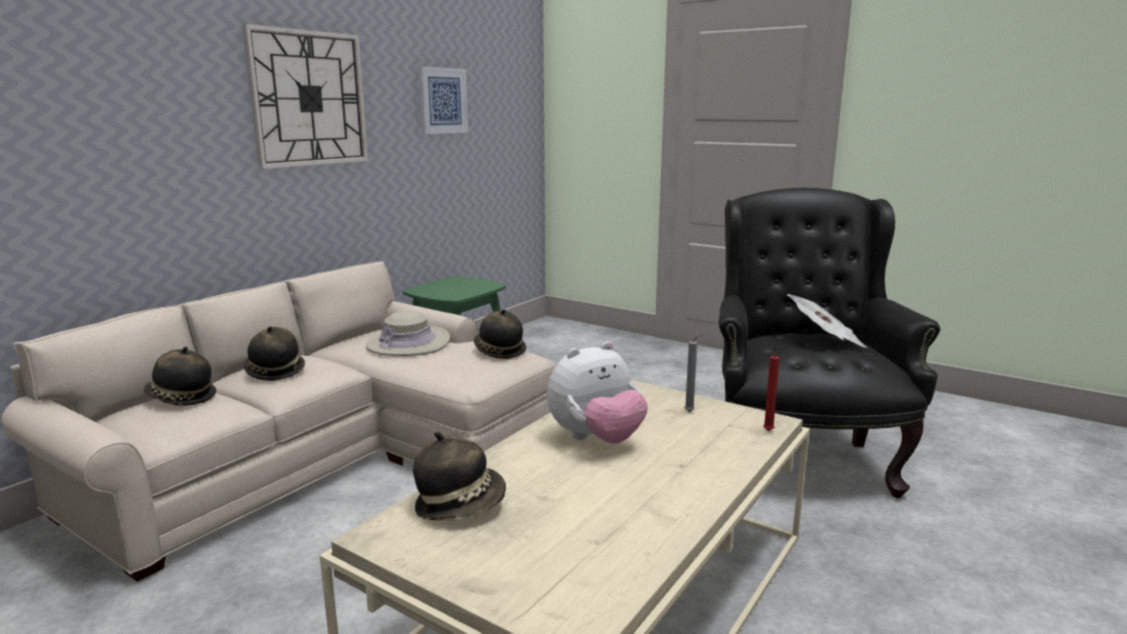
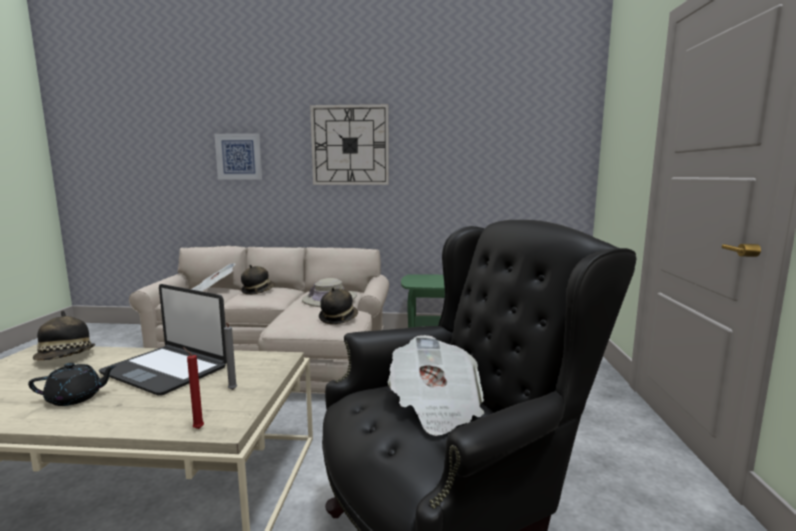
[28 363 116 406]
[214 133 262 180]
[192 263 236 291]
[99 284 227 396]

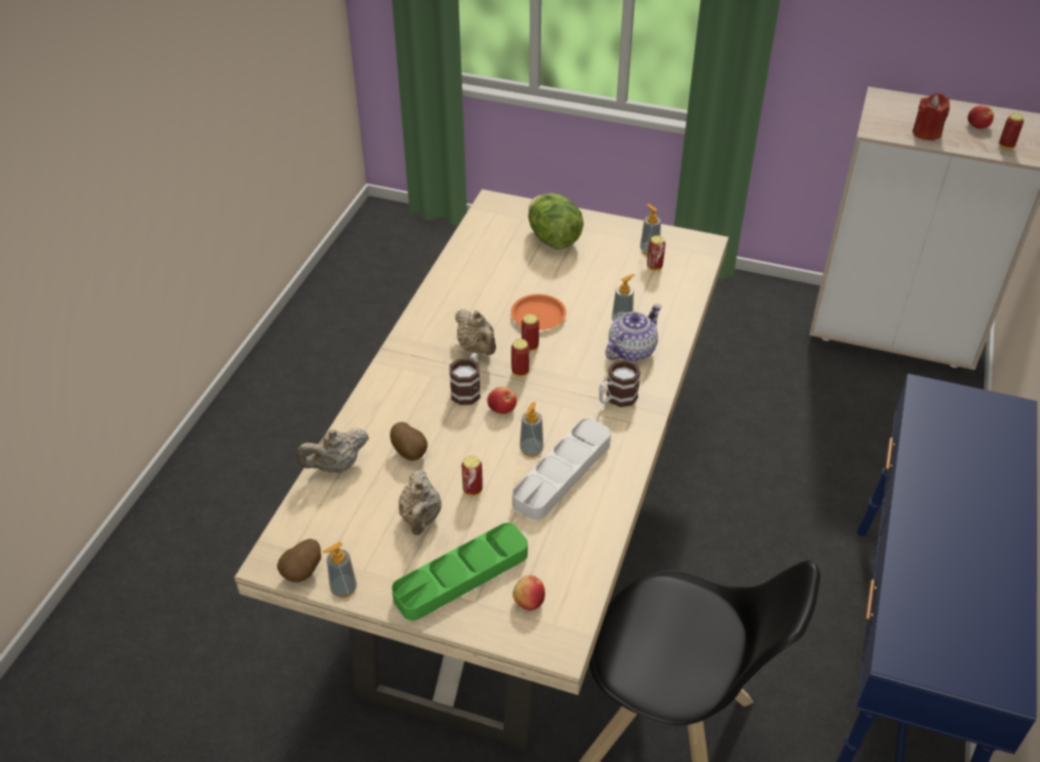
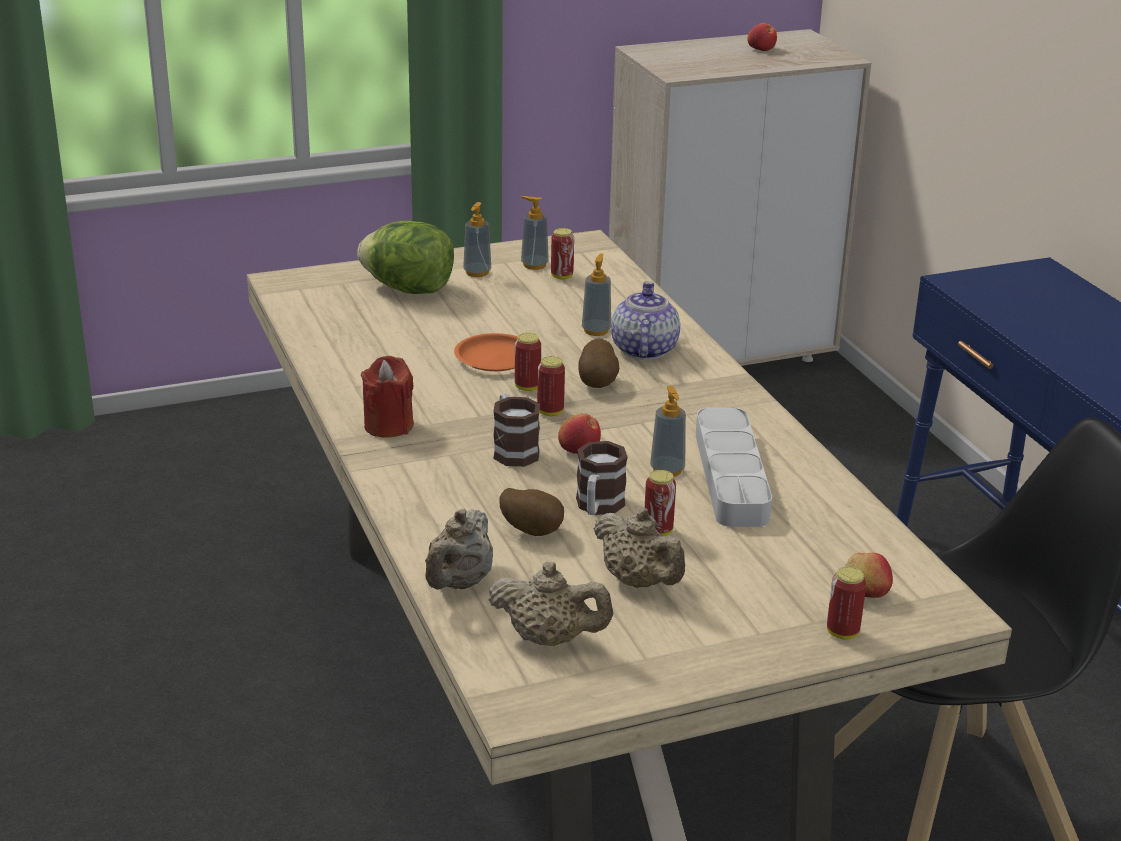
[392 523 528 621] (first image)
[578 339 619 388]
[463 202 491 277]
[489 562 613 646]
[576 441 628 515]
[361 356 414 438]
[827 567 866 640]

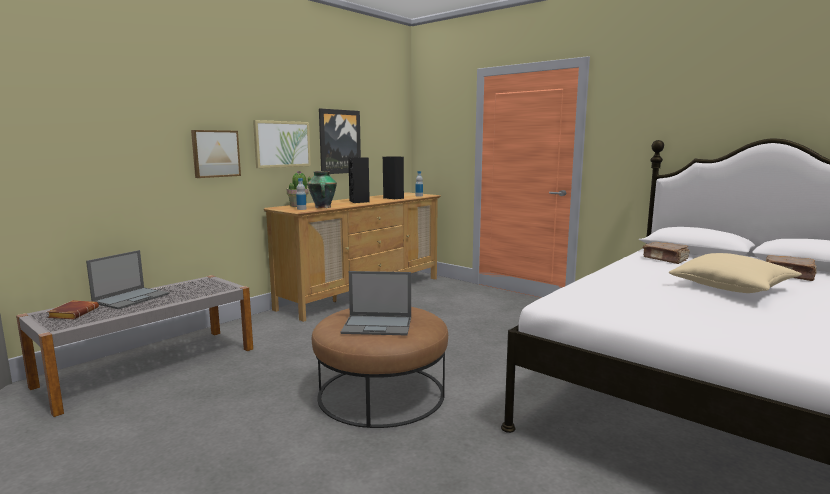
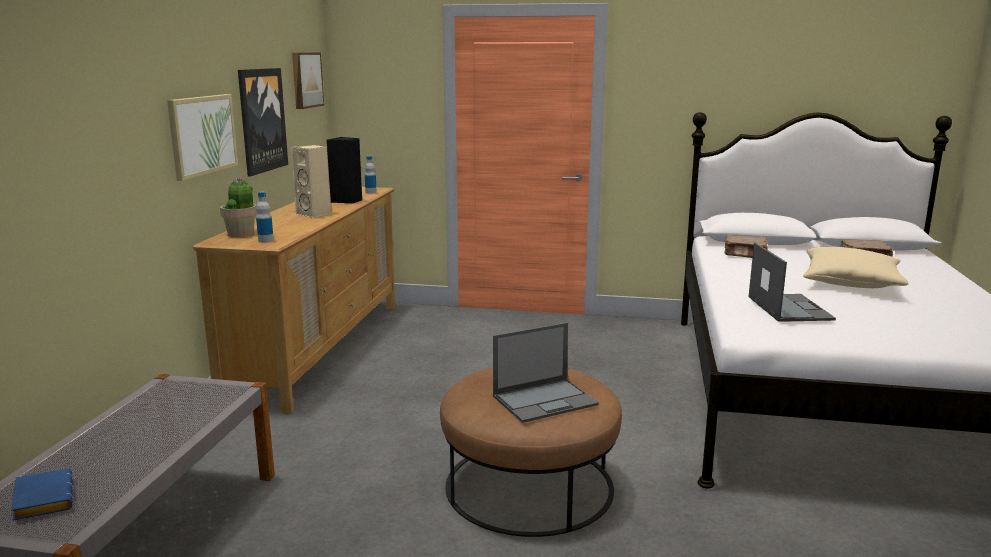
[307 171 337 208] (first image)
[749 243 836 322]
[292 53 324 109]
[11 469 73 521]
[291 145 331 218]

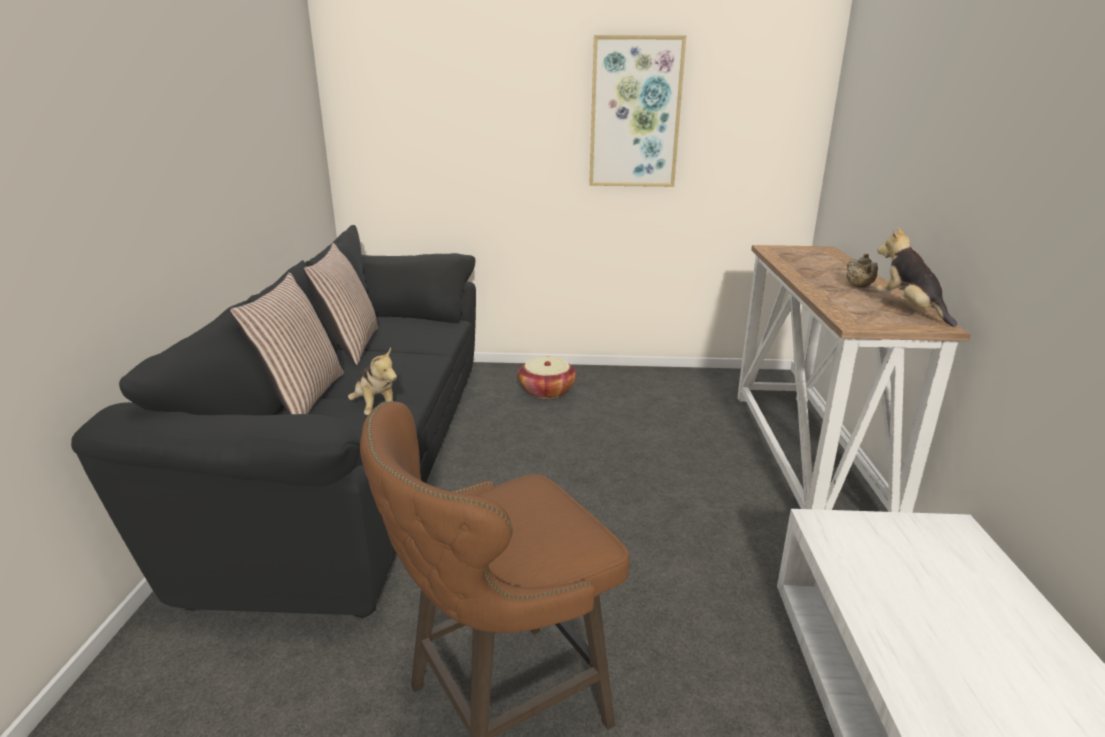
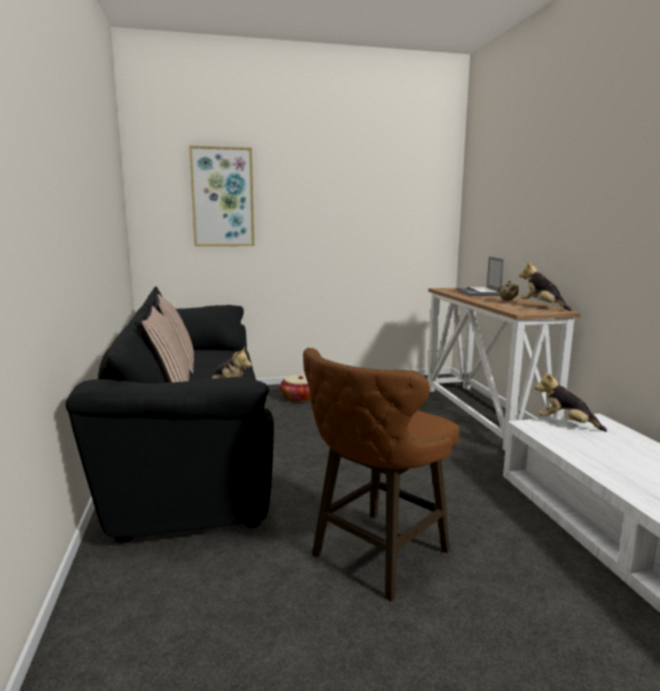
[457 256 504 296]
[535 371 607 432]
[189 146 254 246]

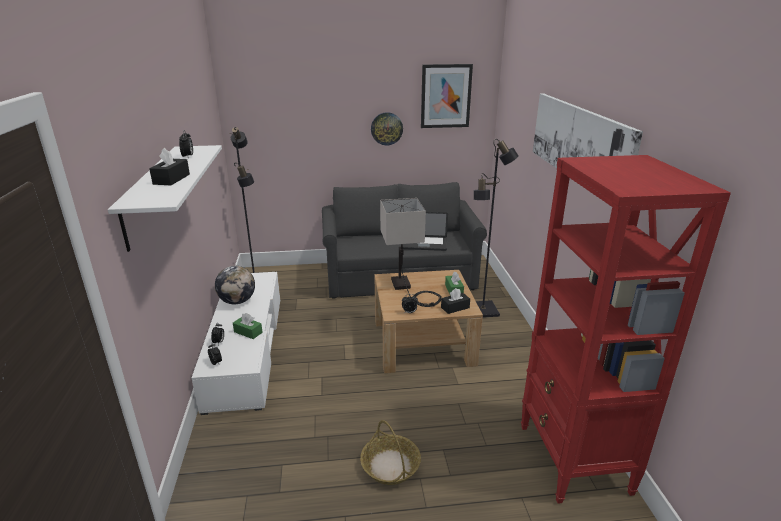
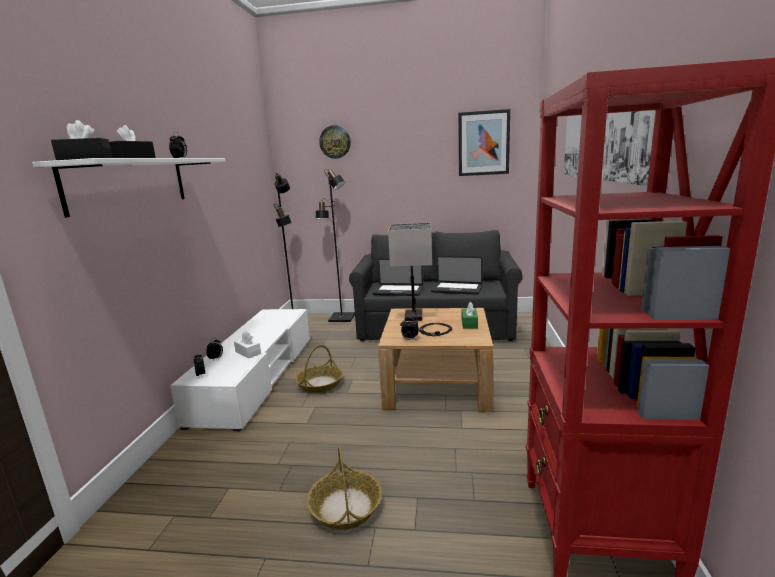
[215 266 255 304] (first image)
[295 345 343 393]
[372 259 424 296]
[319 125 351 159]
[51 120 113 160]
[316 169 355 322]
[234 332 261 358]

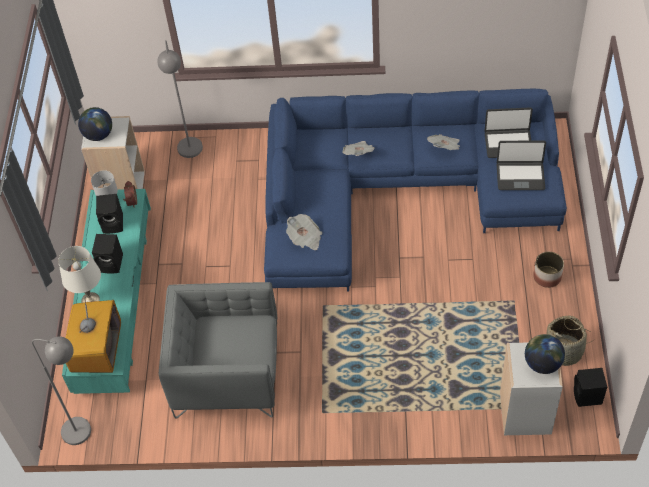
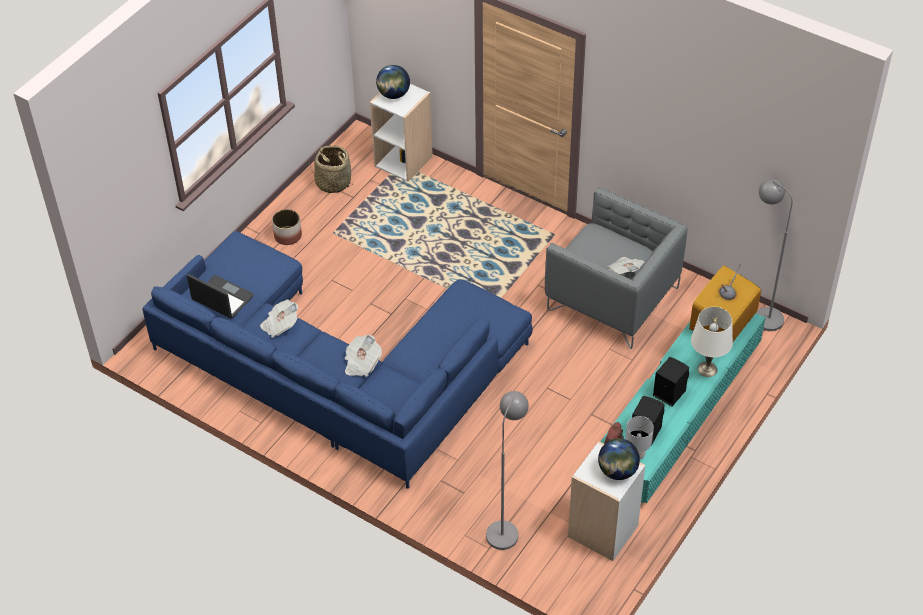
[497 140 546 190] (first image)
[574 368 607 407] (first image)
[607 257 644 274]

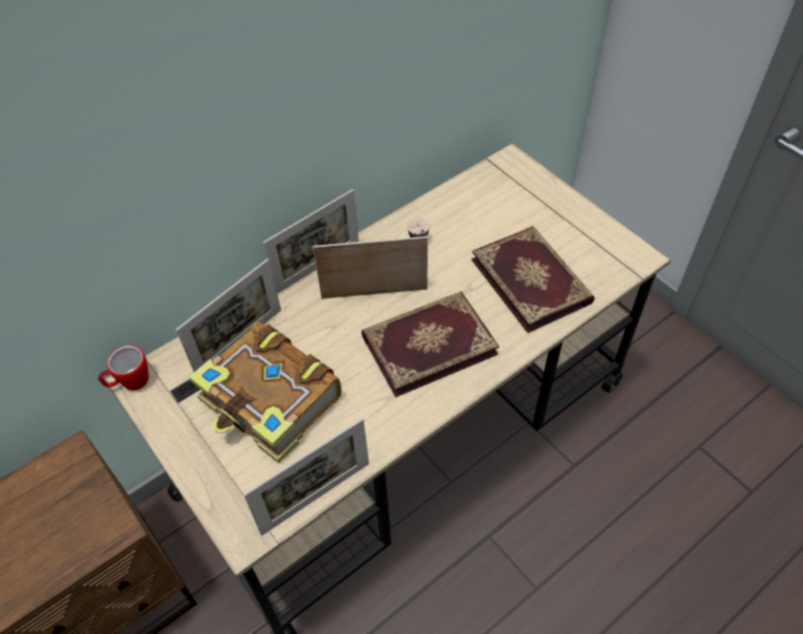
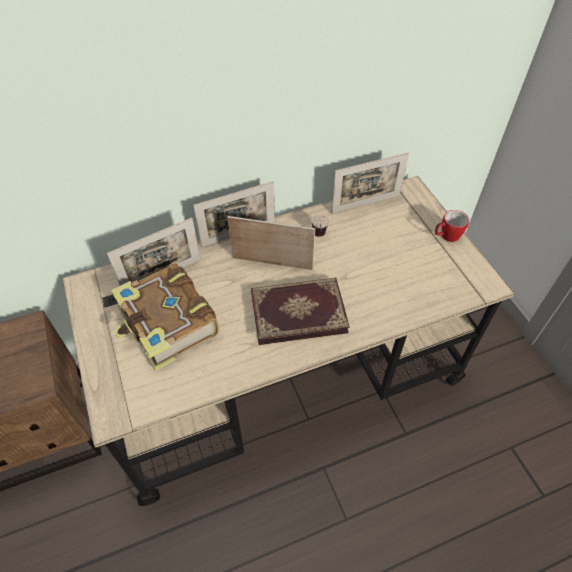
[471 226 595 333] (first image)
[435 210 469 242]
[331 152 409 213]

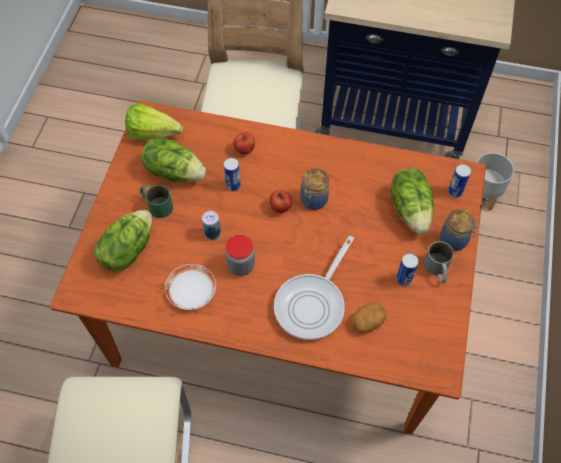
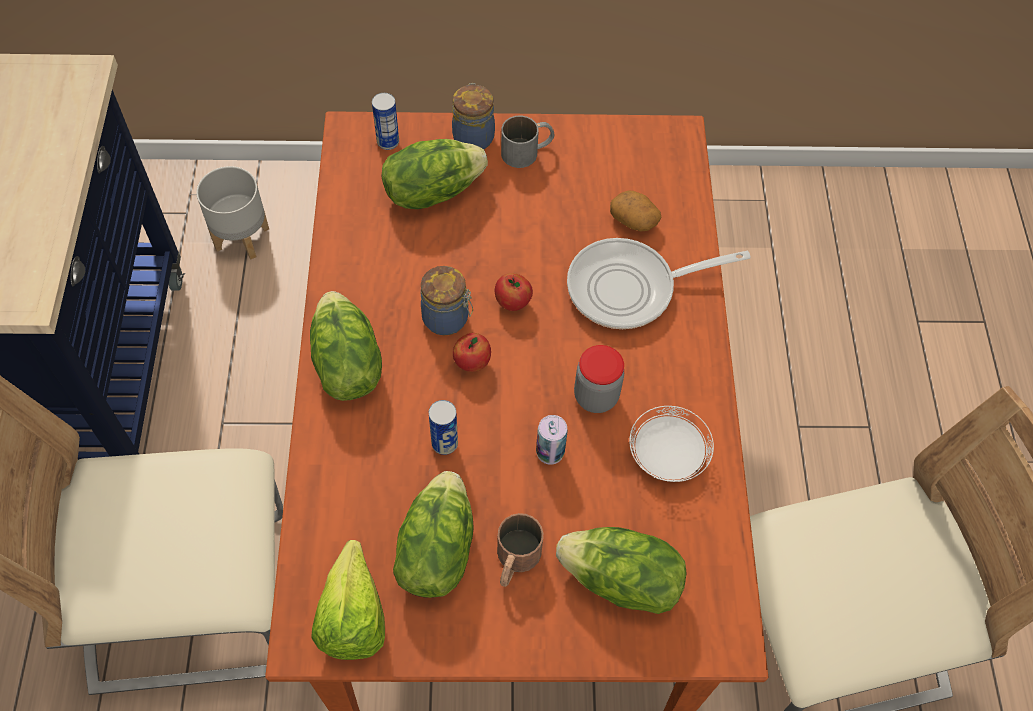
[396 253 419 286] (first image)
[310 291 382 401]
[495 273 533 311]
[497 513 543 587]
[567 238 751 329]

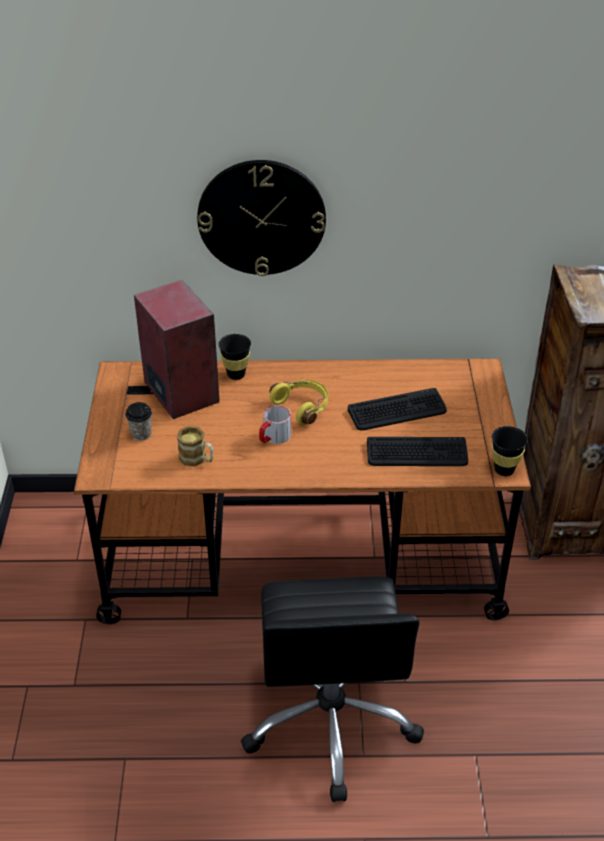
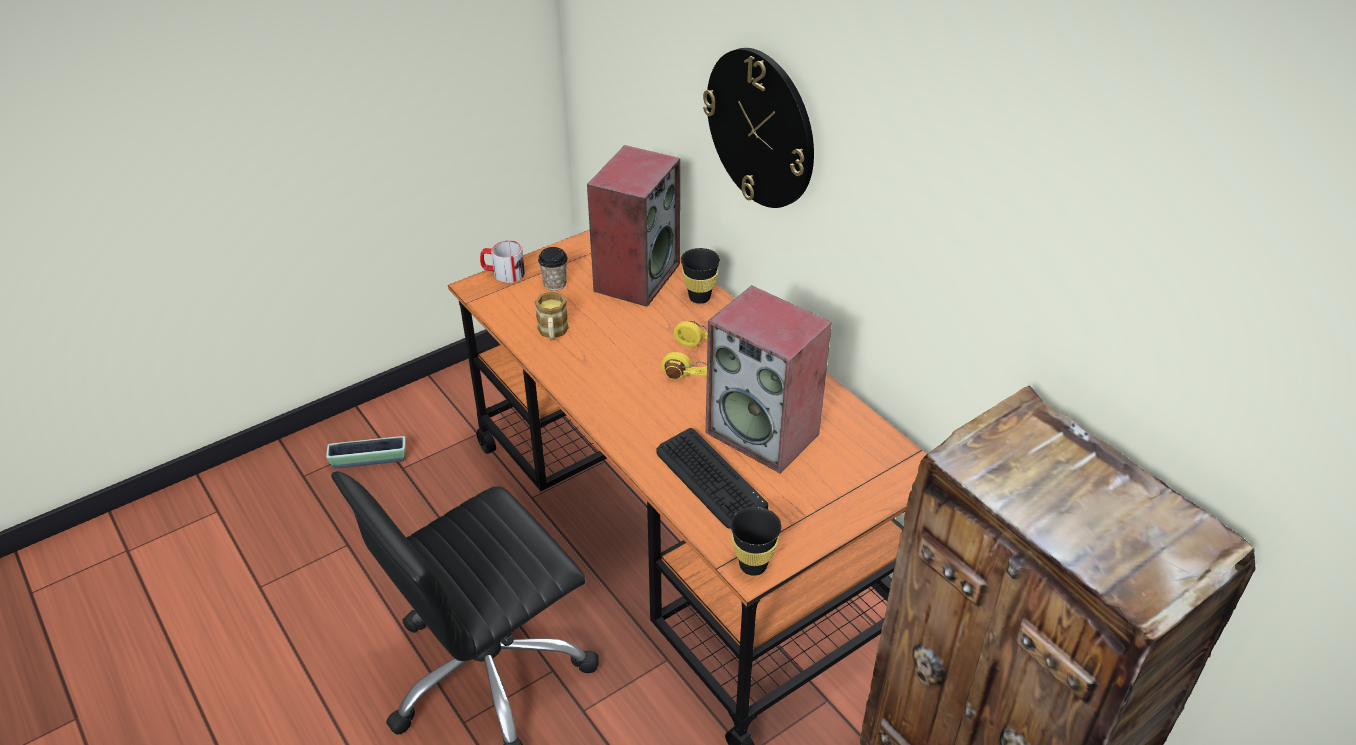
[326 436 405 469]
[480 240 525 283]
[706 285 832 473]

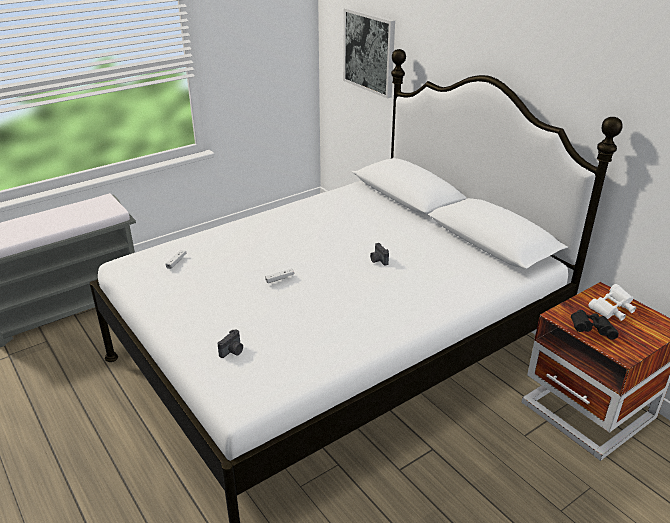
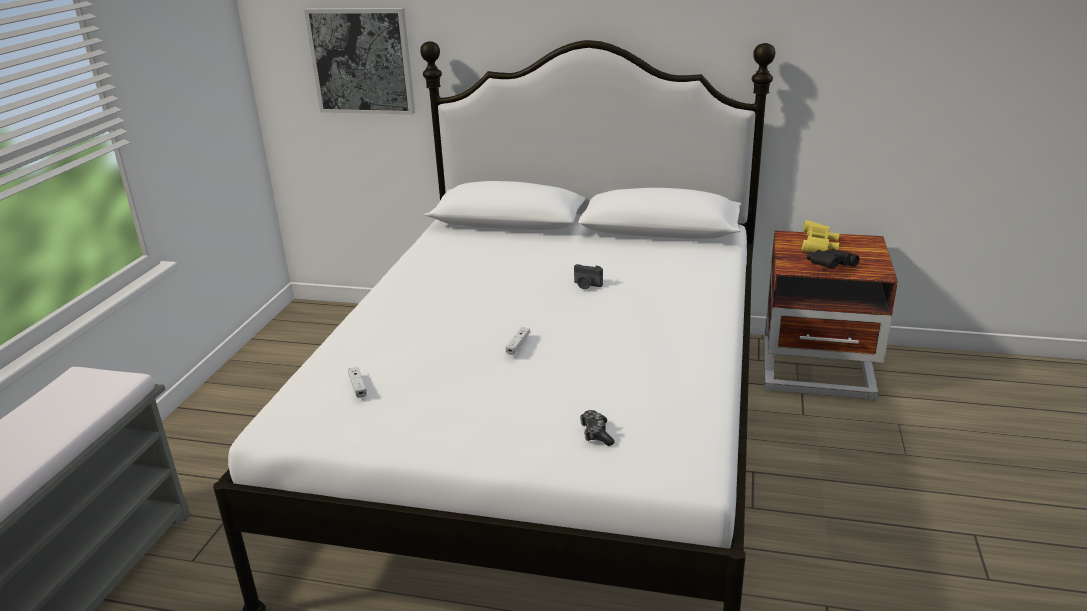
[580 410 614 446]
[802 220 840 252]

